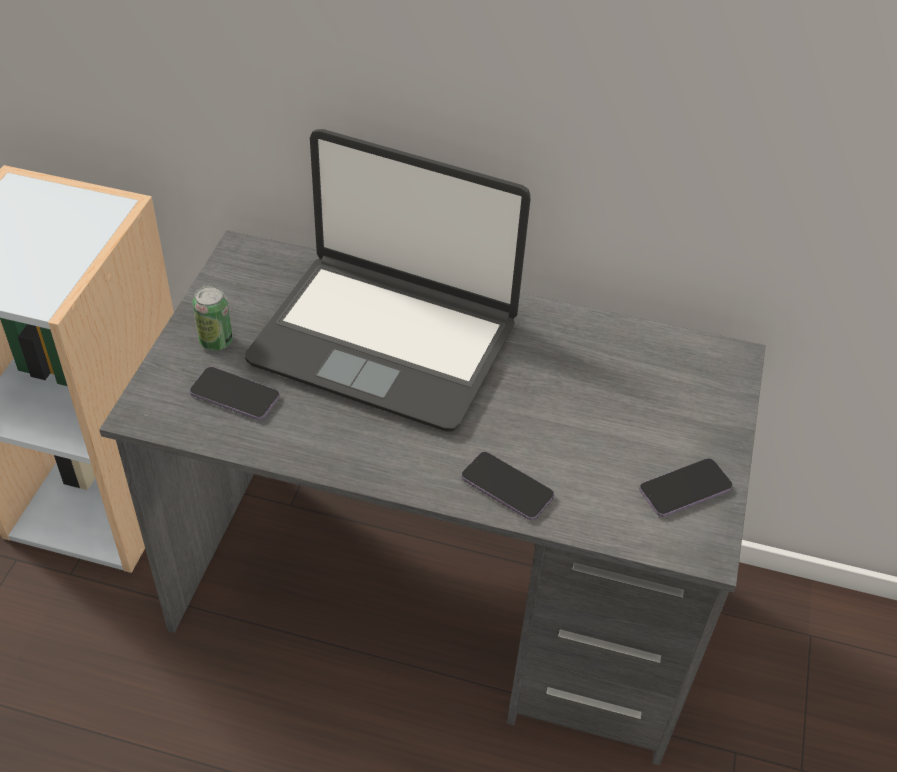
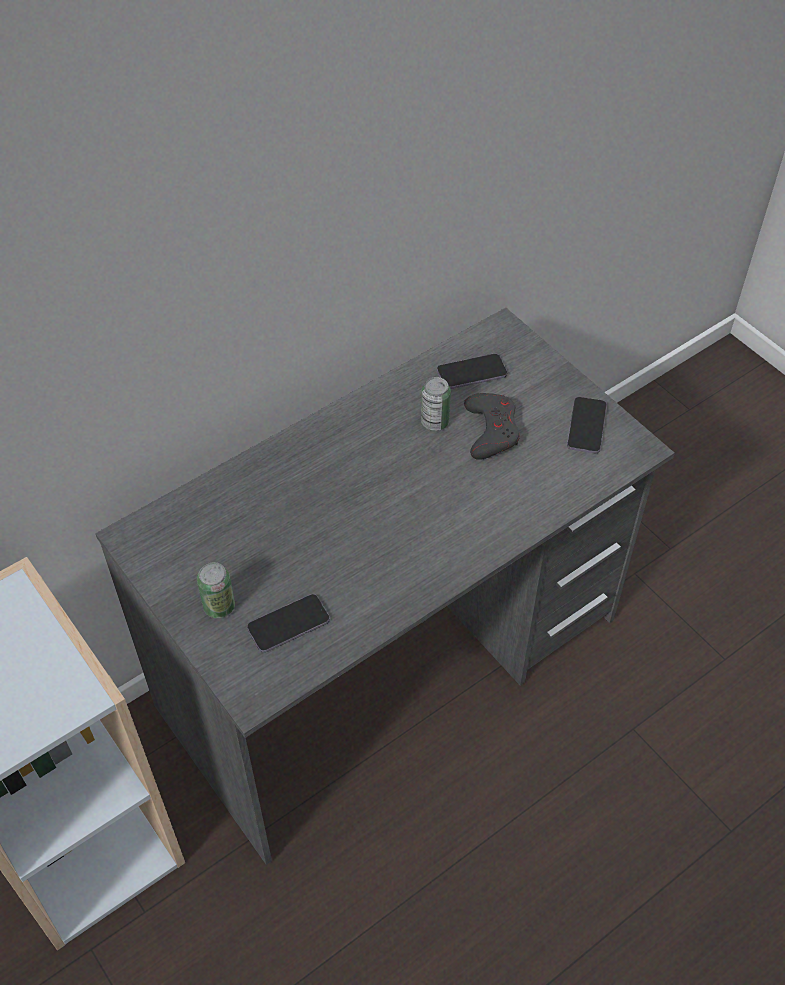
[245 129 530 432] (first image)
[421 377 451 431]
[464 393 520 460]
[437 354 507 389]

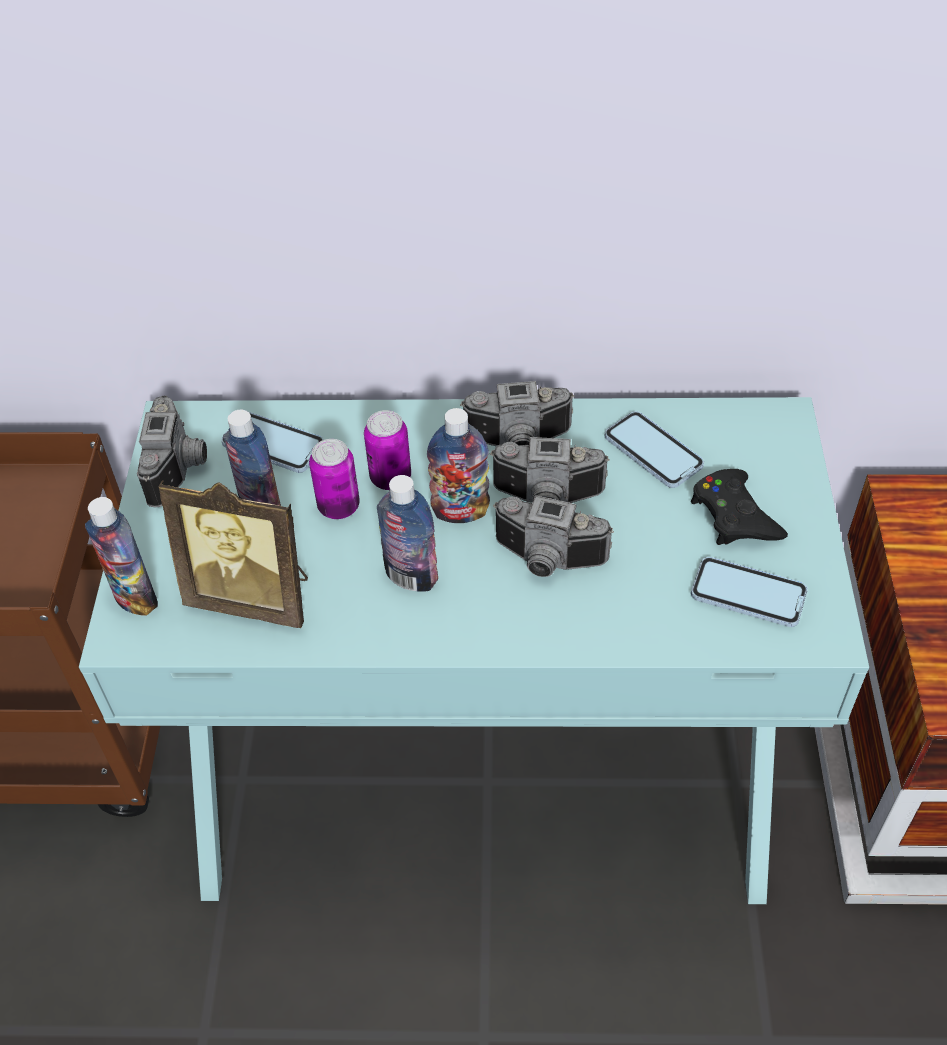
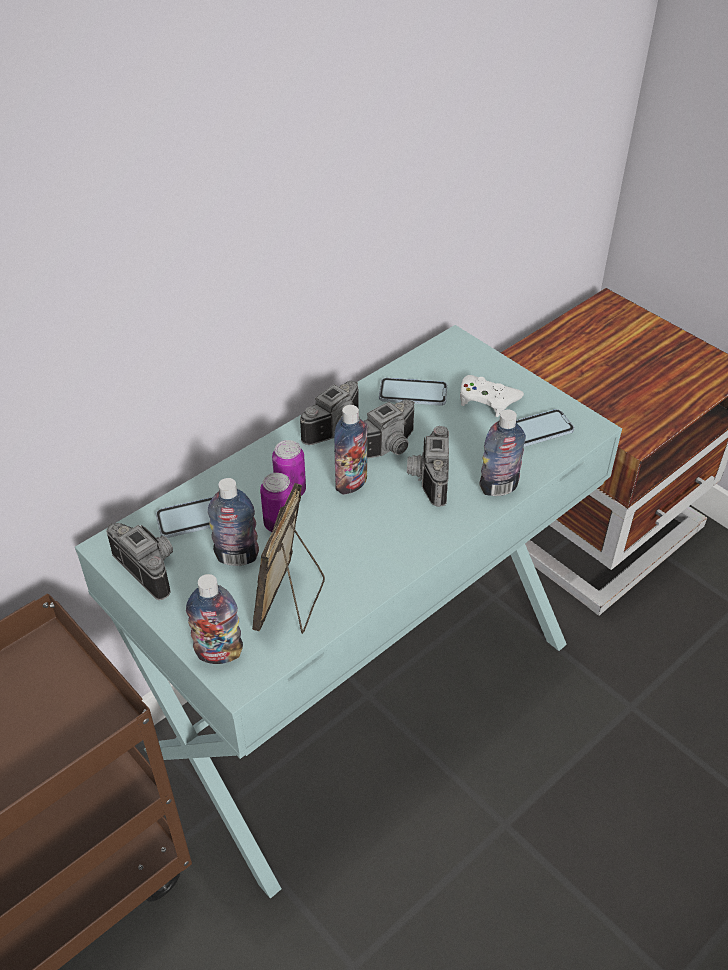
[480 409 526 496]
[460 375 524 417]
[252 483 325 634]
[407 426 449 507]

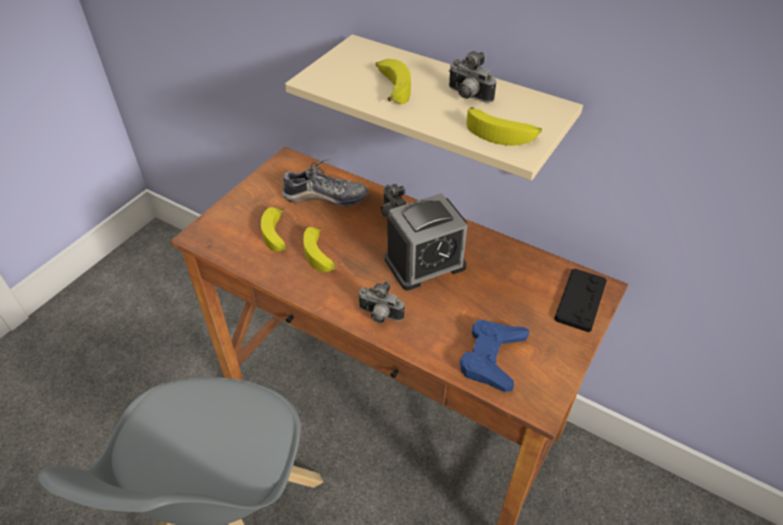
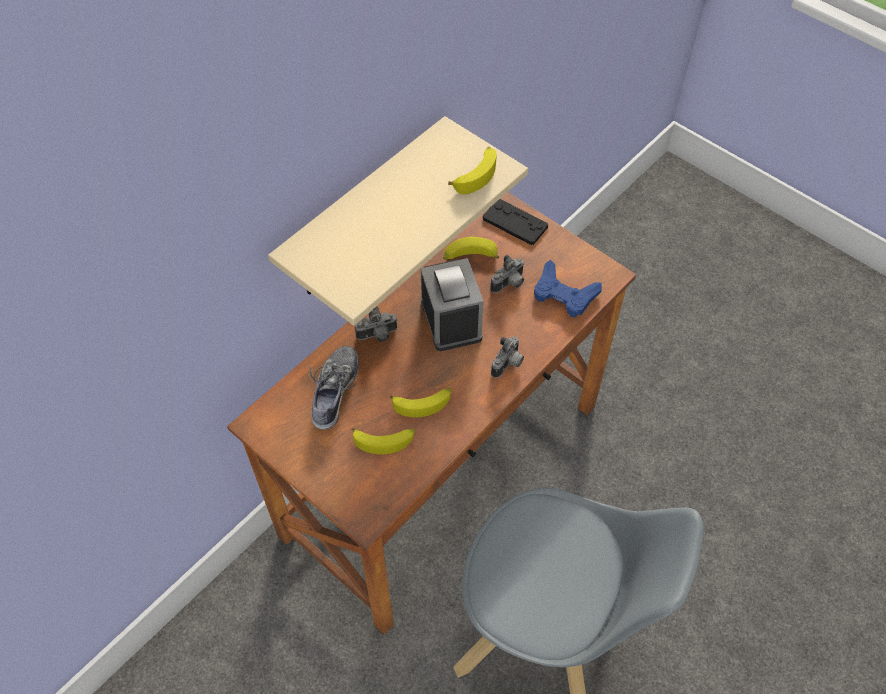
[443 237 499 260]
[490 255 524 293]

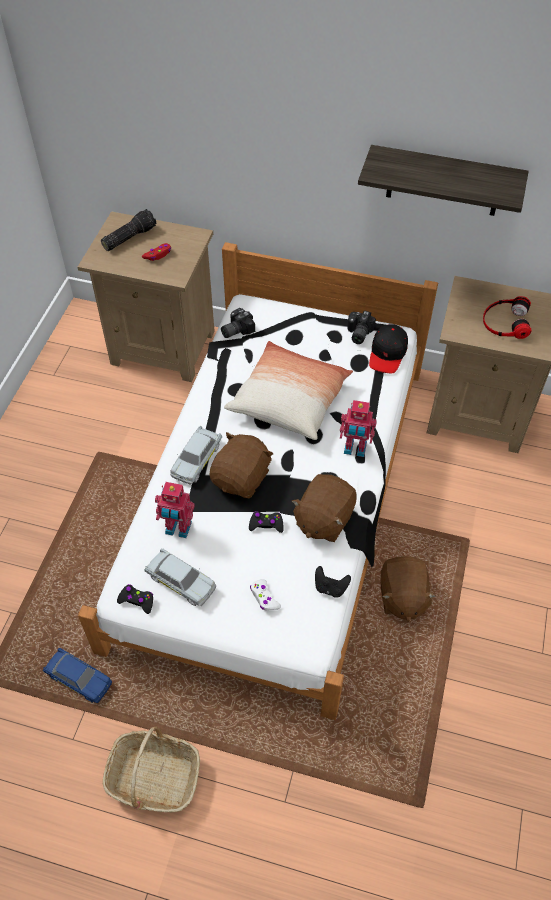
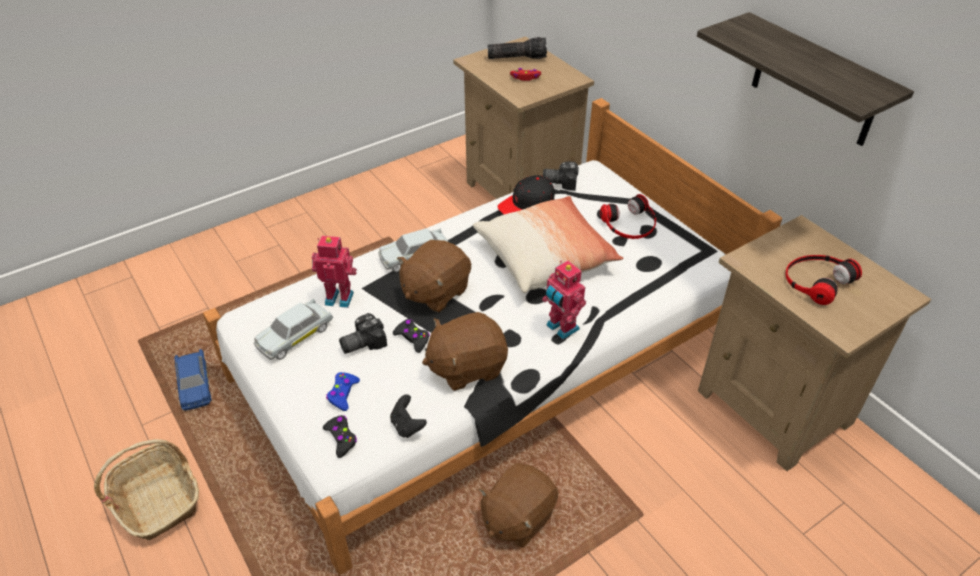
[600 194 656 239]
[323 415 357 458]
[339 313 387 354]
[497 175 554 215]
[326 372 360 411]
[254 299 333 360]
[312 236 357 308]
[397 240 471 312]

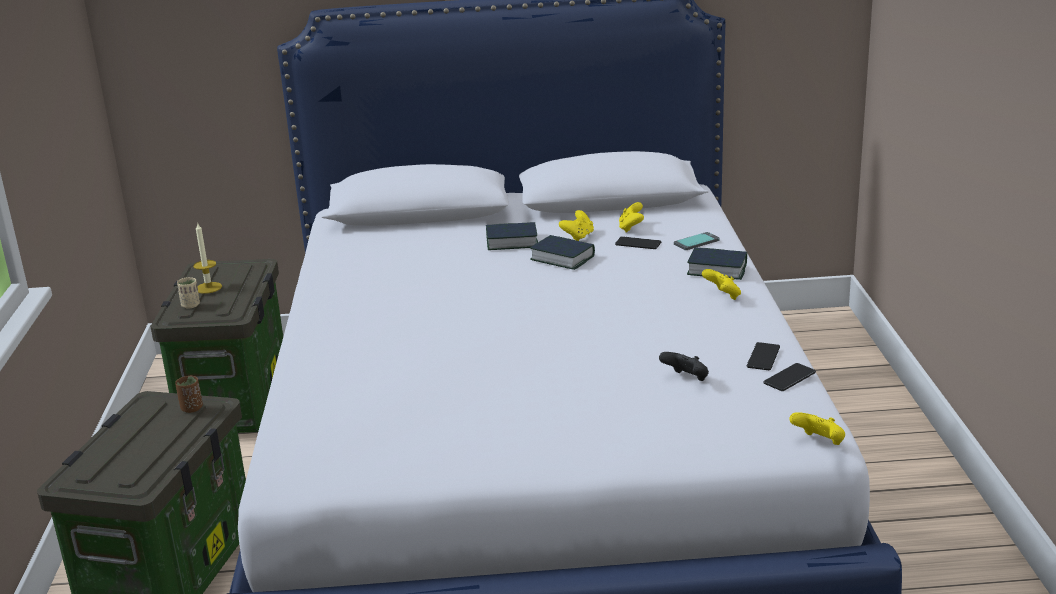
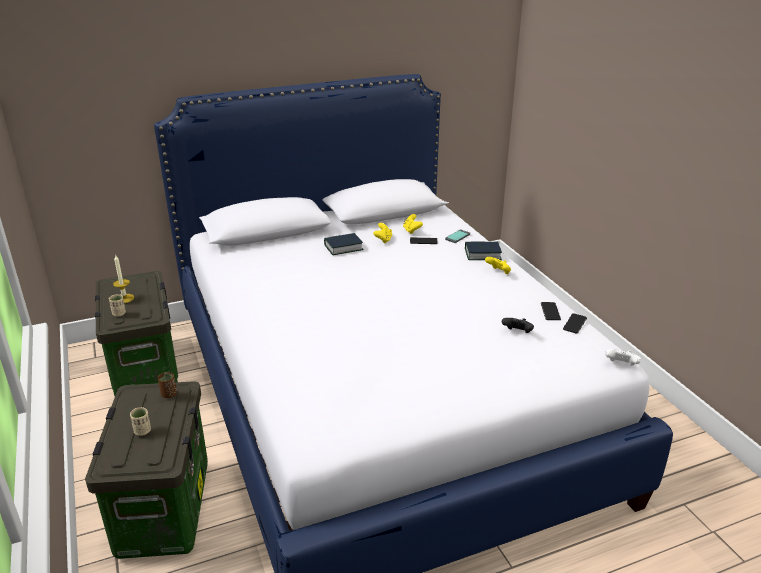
[530 235 595 270] (first image)
[130 407 151 436]
[605 349 641 366]

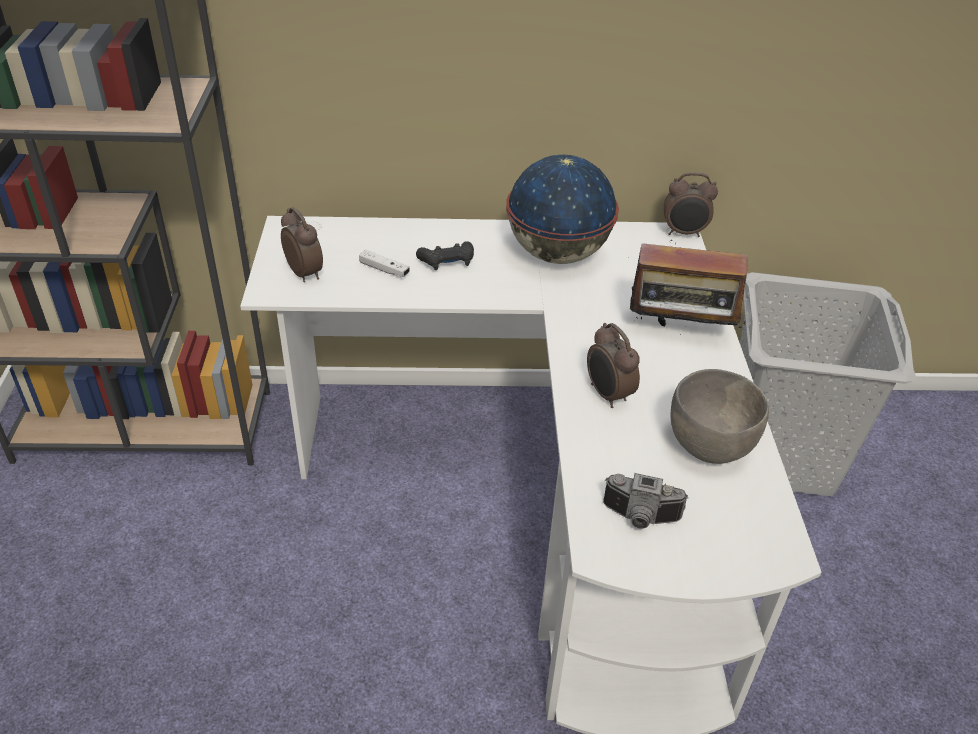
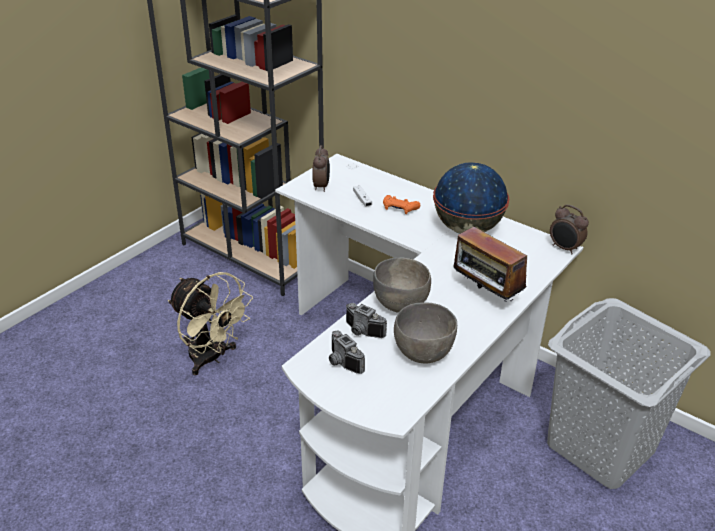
[168 272 253 375]
[346 303 387 338]
[373 257 431 313]
[383 195 420 214]

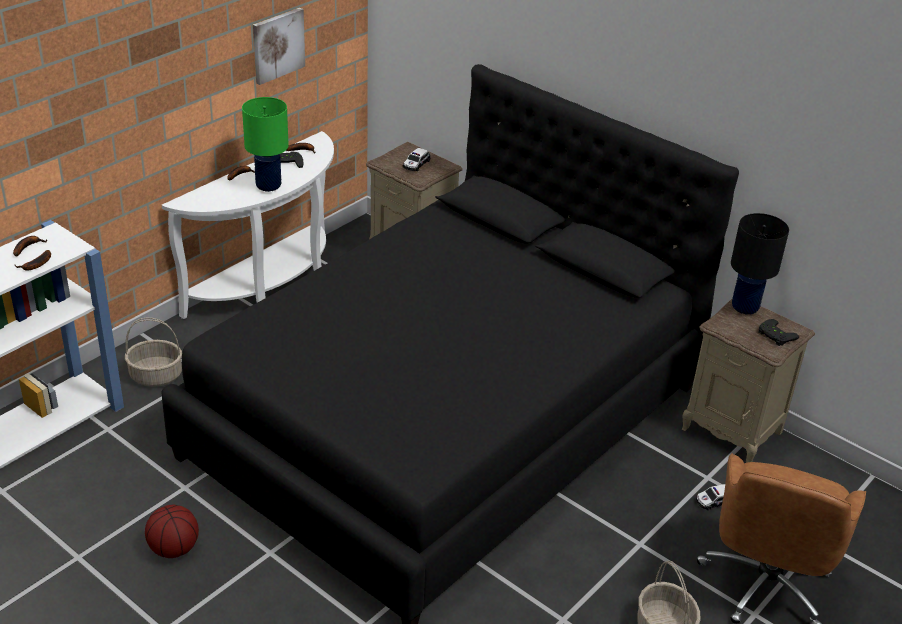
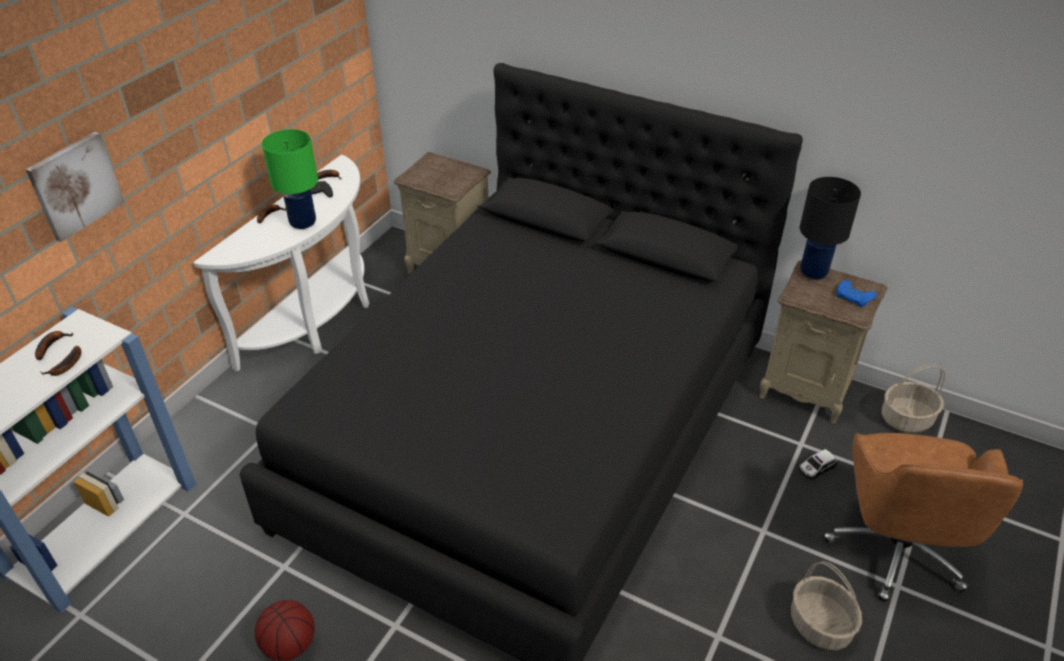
[403 148 430 171] (first image)
[882 364 945 433]
[26 132 125 242]
[836 280 877 308]

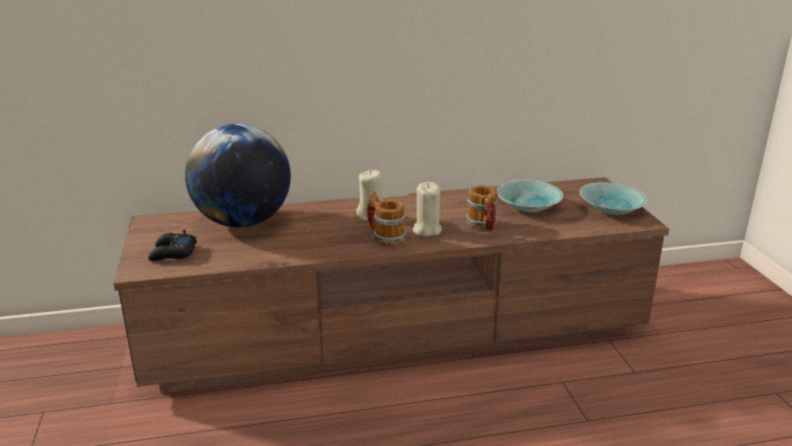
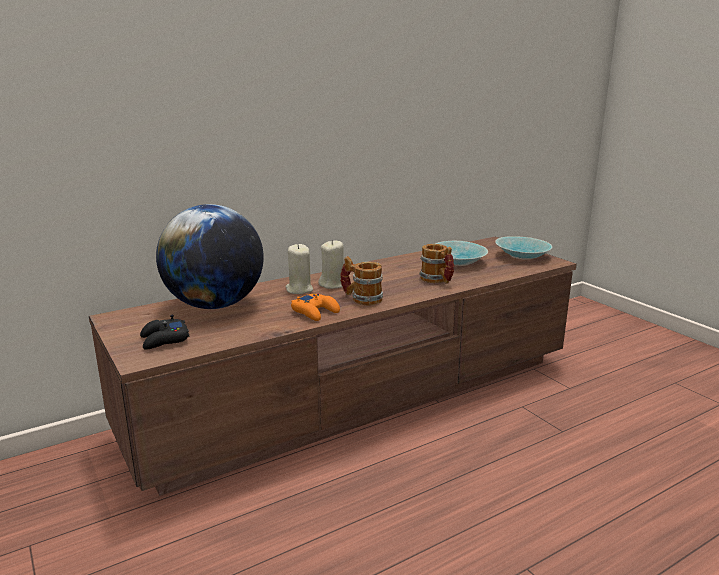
[291 293 340 321]
[286 244 313 294]

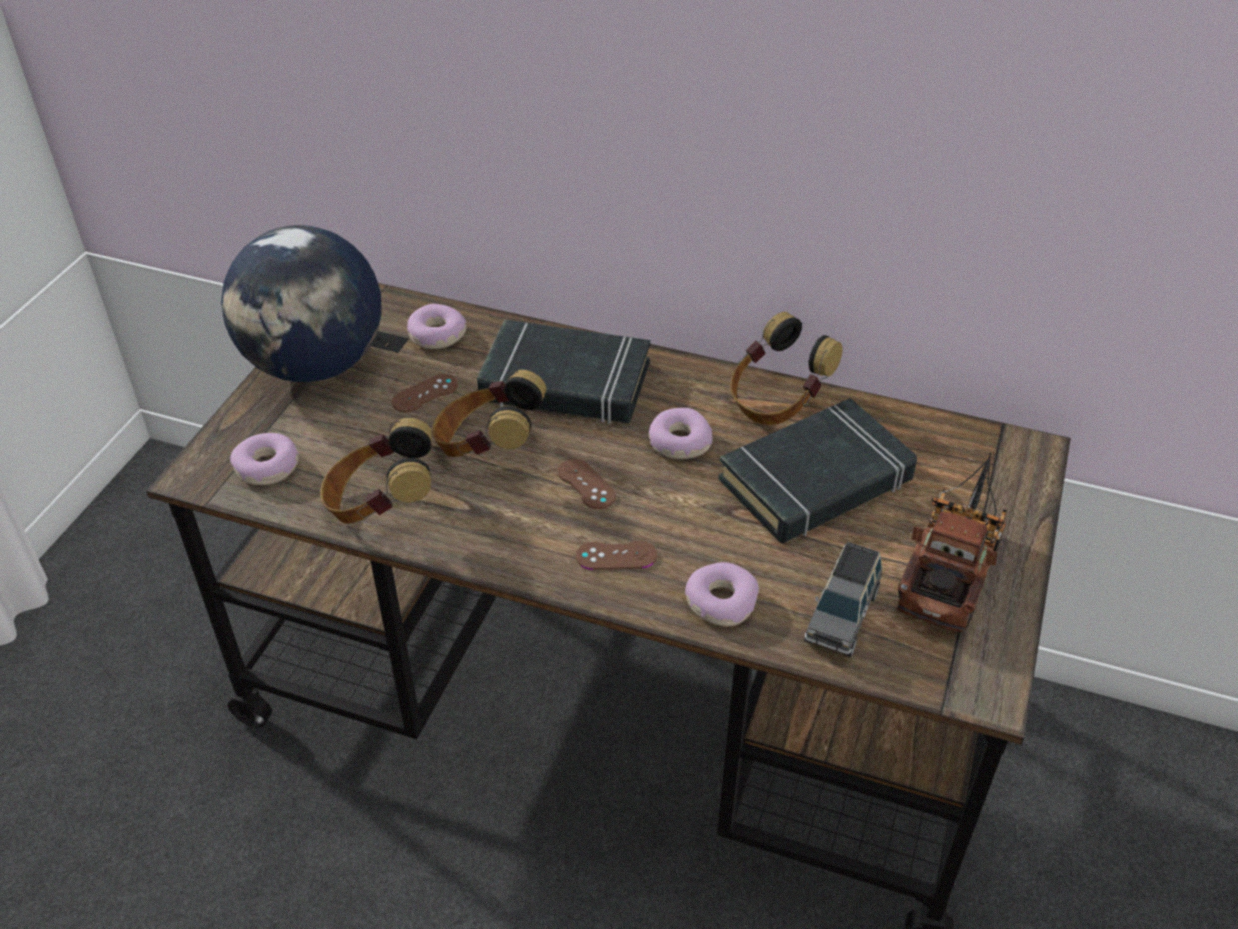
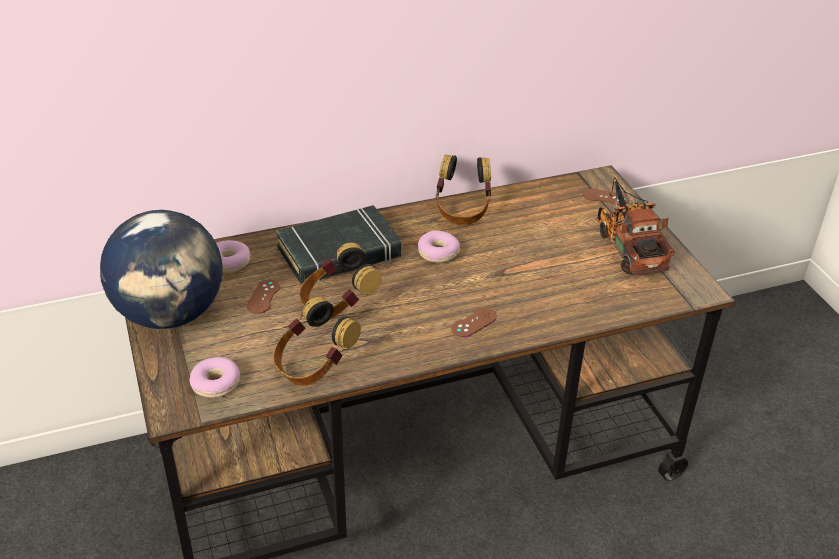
[685 562 759 626] (first image)
[718 398 917 543] (first image)
[804 542 882 657] (first image)
[583 189 629 205]

